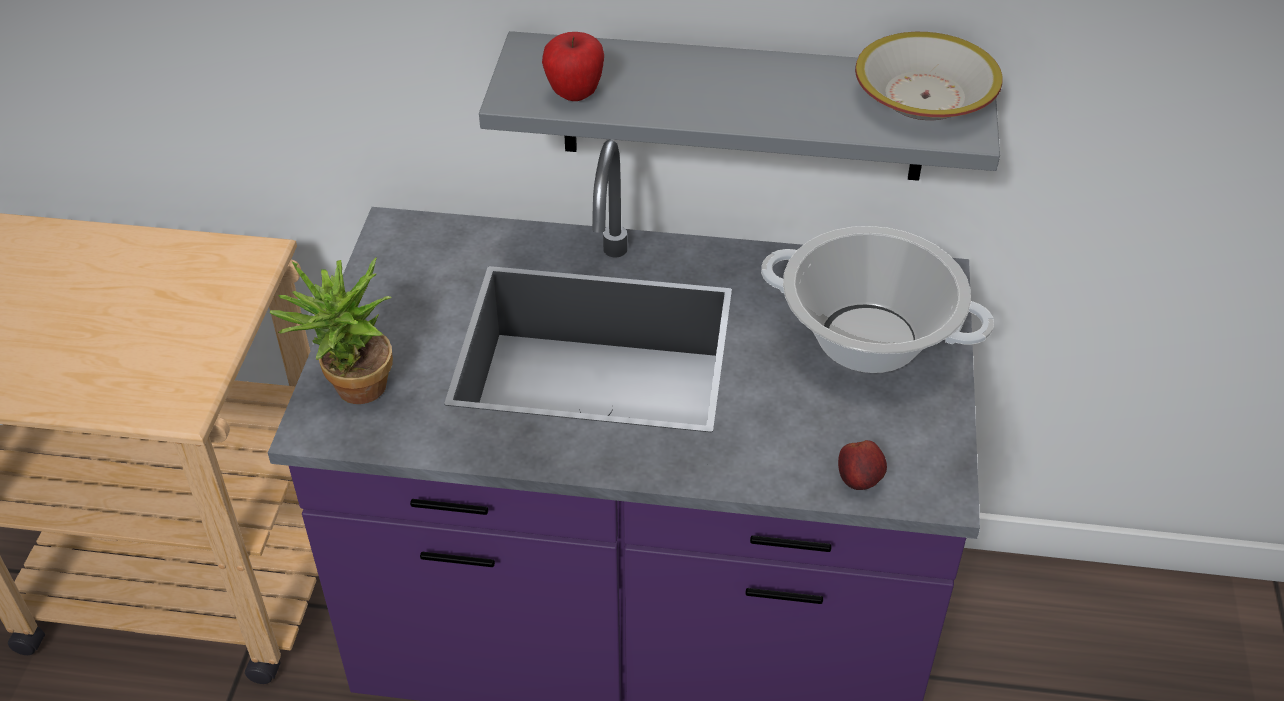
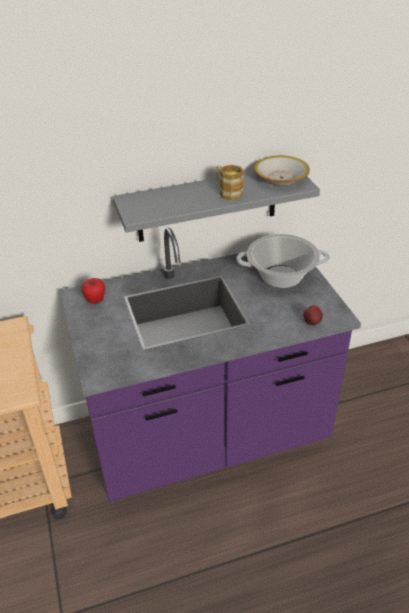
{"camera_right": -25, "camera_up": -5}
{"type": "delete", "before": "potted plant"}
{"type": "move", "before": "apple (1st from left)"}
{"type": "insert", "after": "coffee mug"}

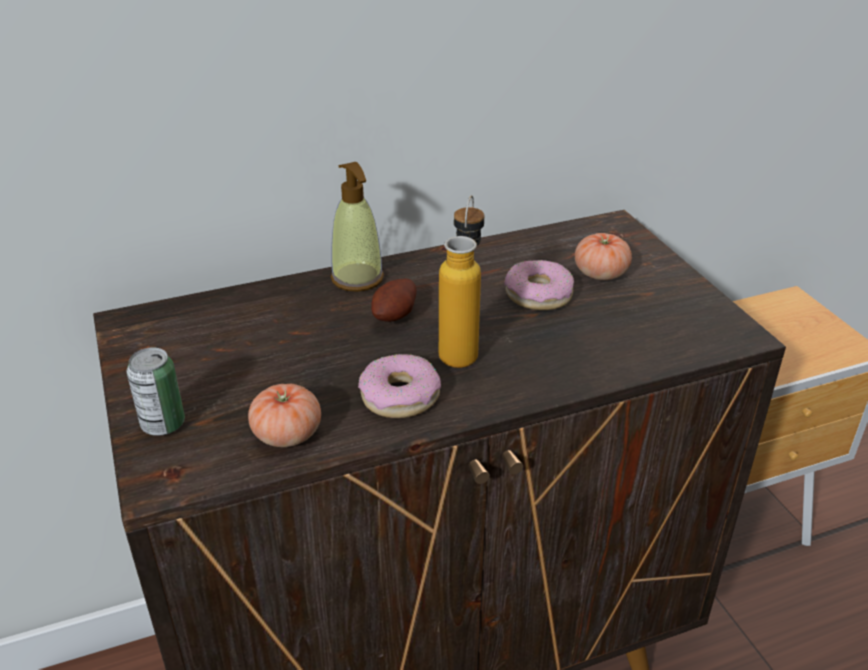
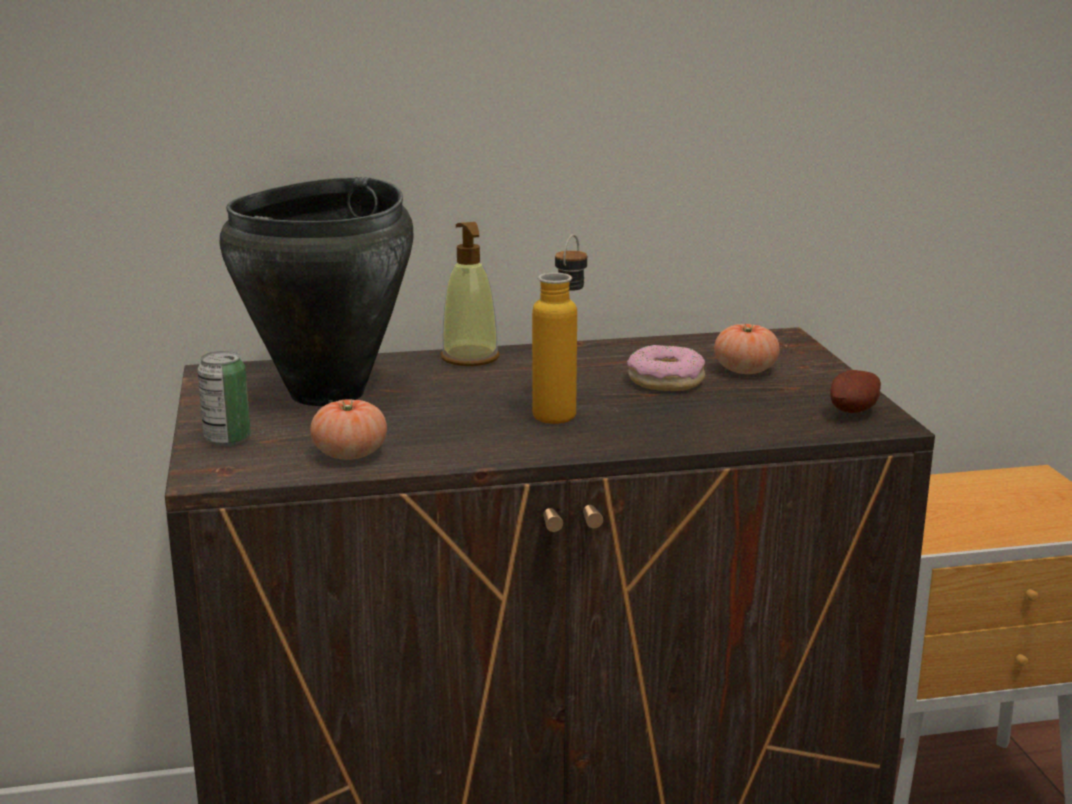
{"camera_right": 10, "camera_up": -15}
{"type": "delete", "before": "doughnut (1st from left)"}
{"type": "move", "before": "spud"}
{"type": "insert", "after": "stockpot (black)"}

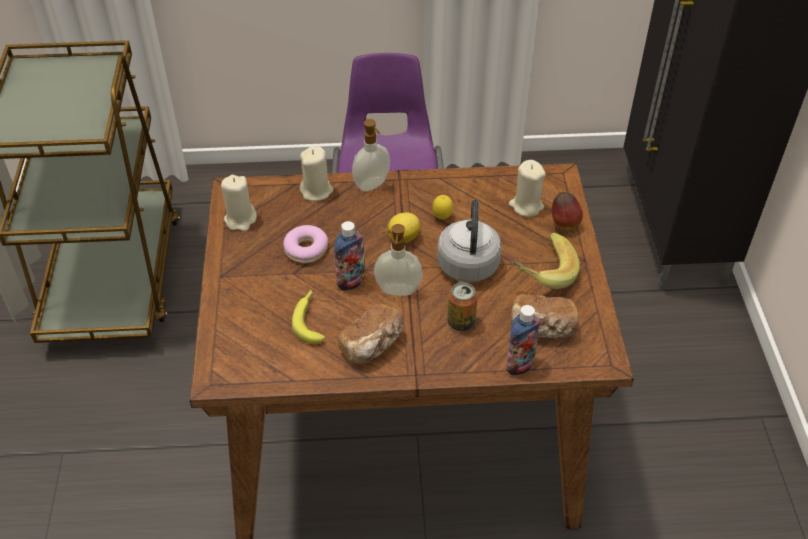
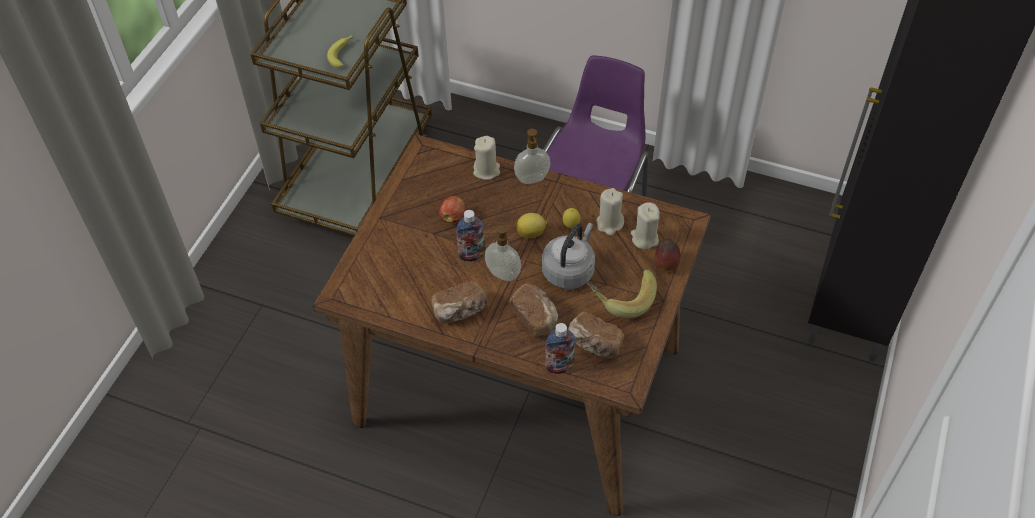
{"camera_right": 25, "camera_up": 5}
{"type": "move", "before": "wax light (beige-coloured) (1st from left in the first image)", "after": "wax light (beige-coloured) (2nd from left)"}
{"type": "replace", "before": "doughnut", "after": "apple (1st from left)"}
{"type": "move", "before": "banana fruit (1st from left)"}
{"type": "replace", "before": "can", "after": "bread (2nd from left)"}

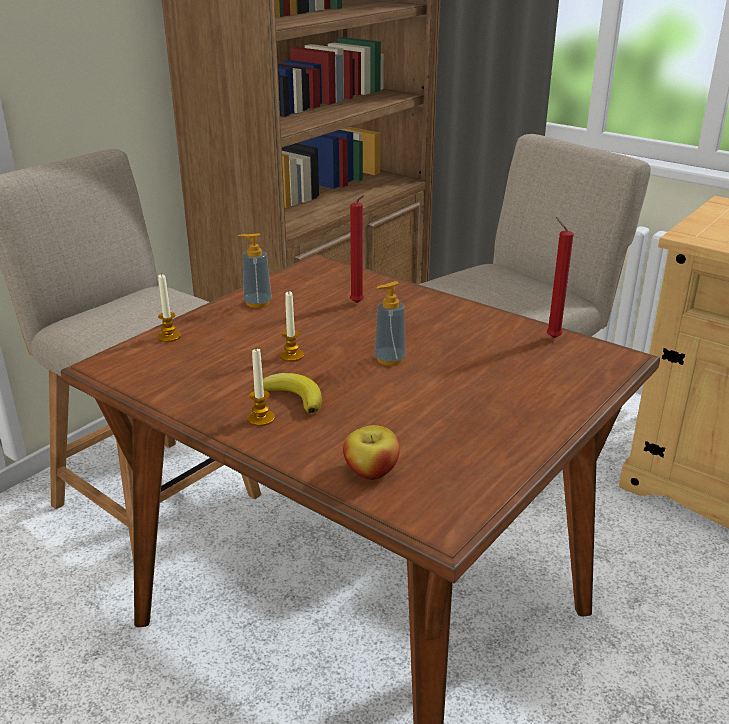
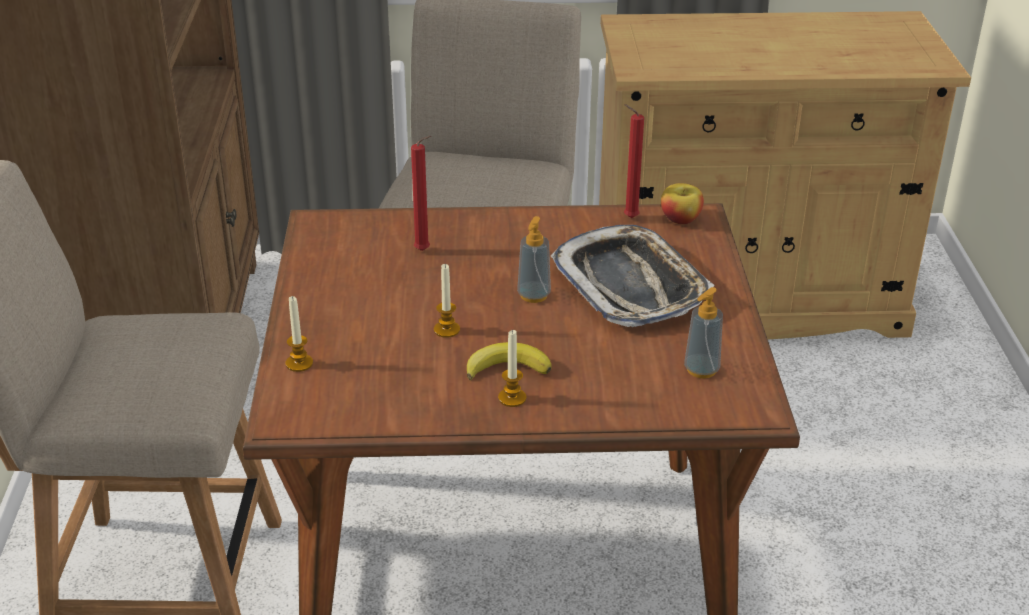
{"camera_right": -40, "camera_up": 5}
{"type": "move", "before": "liquid soap bottle (1st from left in the first image)", "after": "liquid soap bottle (2nd from left)"}
{"type": "move", "before": "apple"}
{"type": "insert", "after": "tray"}

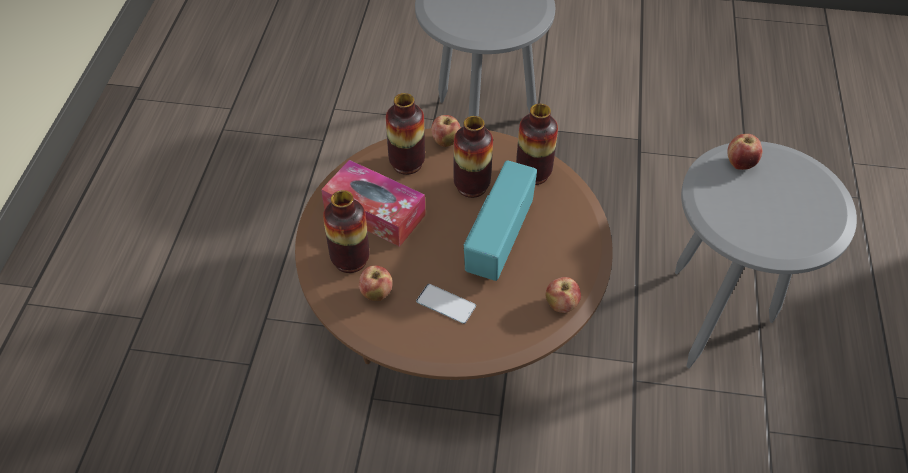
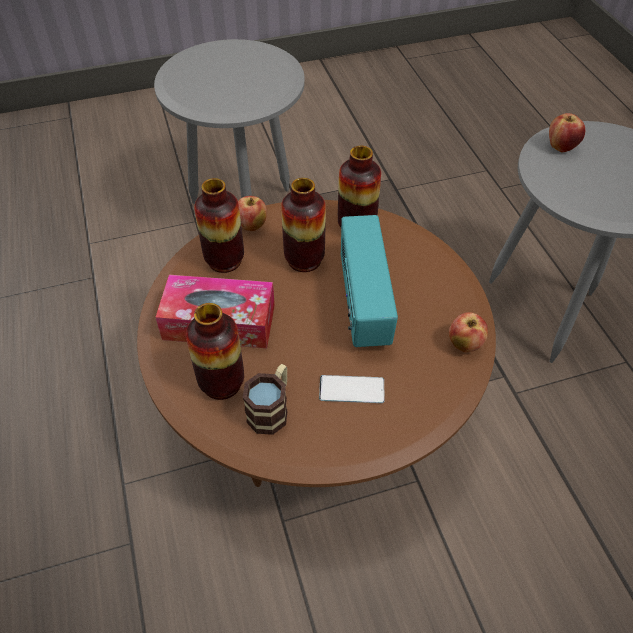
{"camera_right": -25, "camera_up": 0}
{"type": "replace", "before": "apple (1st from left)", "after": "coffee mug"}

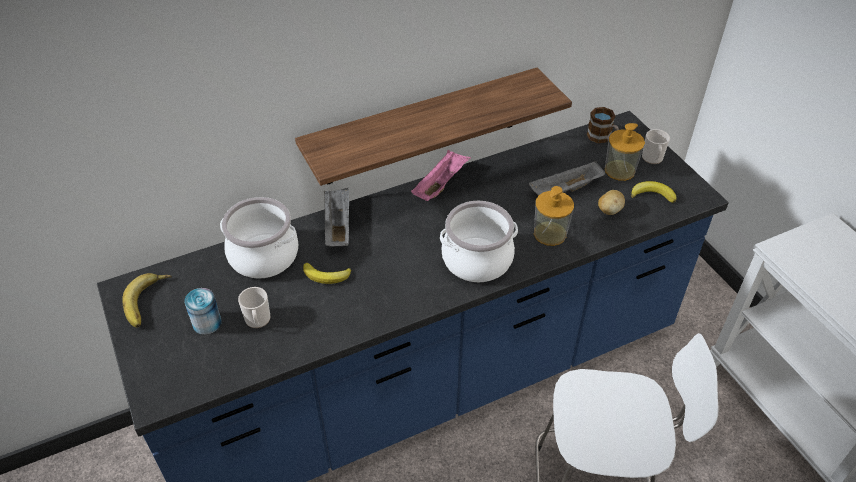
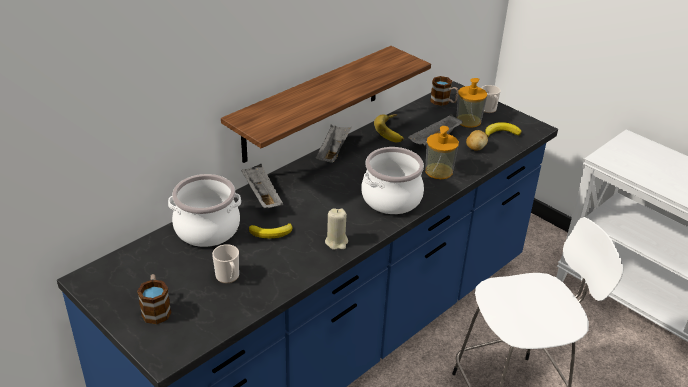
{"camera_right": -20, "camera_up": -10}
{"type": "move", "before": "banana fruit (1st from left in the first image)", "after": "banana fruit (2nd from left)"}
{"type": "delete", "before": "can"}
{"type": "recolor", "before": "tray (pink-coloured)", "after": "tray (greyish) (2nd from left)"}
{"type": "insert", "after": "coffee mug (1st from left)"}
{"type": "insert", "after": "wax light (beige-coloured)"}

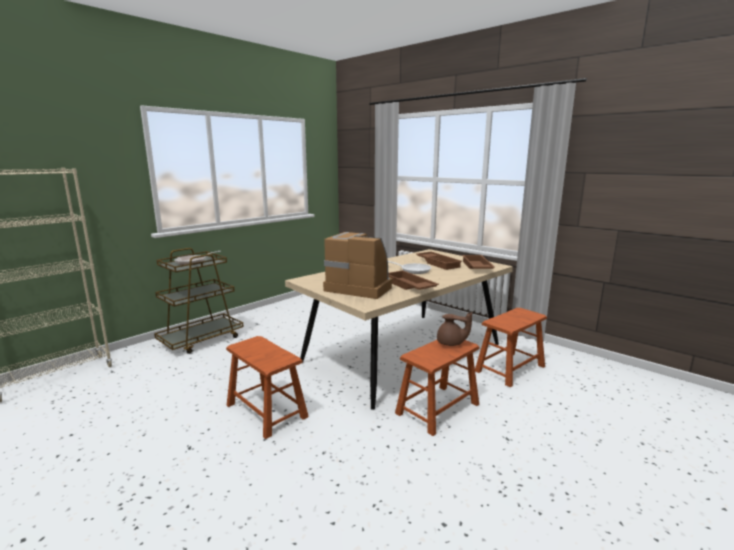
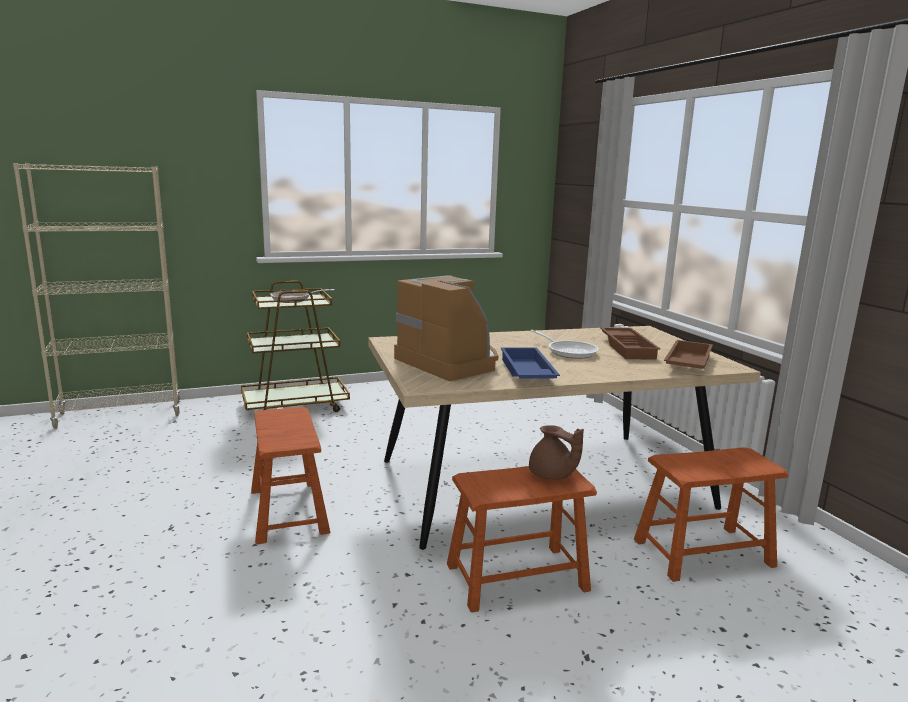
{"camera_right": 25, "camera_up": 0}
{"type": "recolor", "before": "tray (brown) (1st from left)", "after": "tray (blue)"}

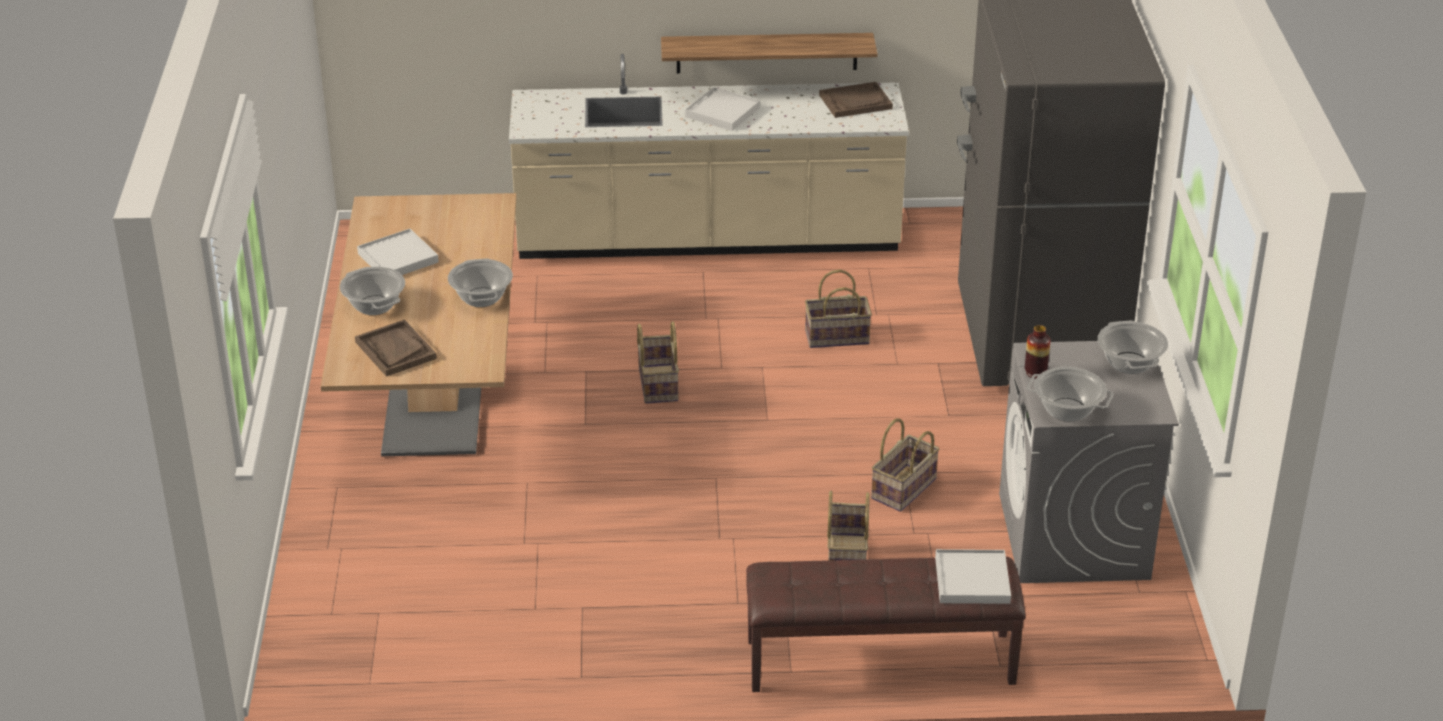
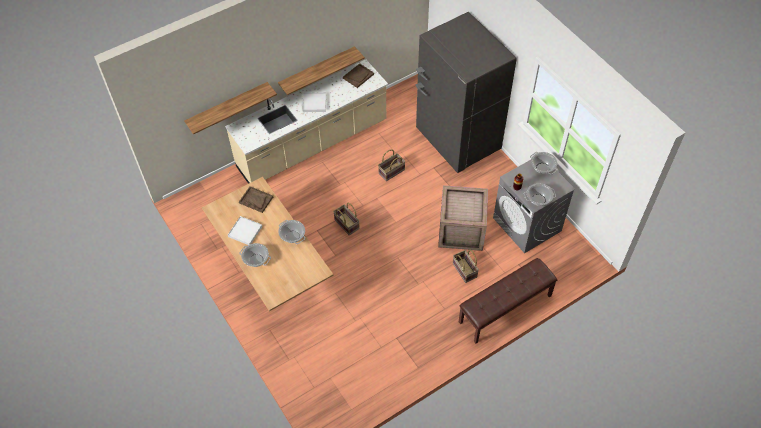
{"camera_right": -30, "camera_up": 20}
{"type": "move", "before": "tray (brown) (1st from left)"}
{"type": "replace", "before": "household basket (4th from left)", "after": "crate"}
{"type": "delete", "before": "tray (white) (3rd from left)"}
{"type": "insert", "after": "bracket shelf (1st from left)"}

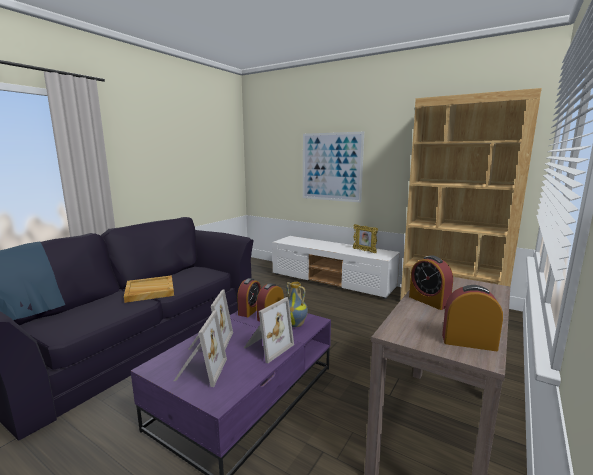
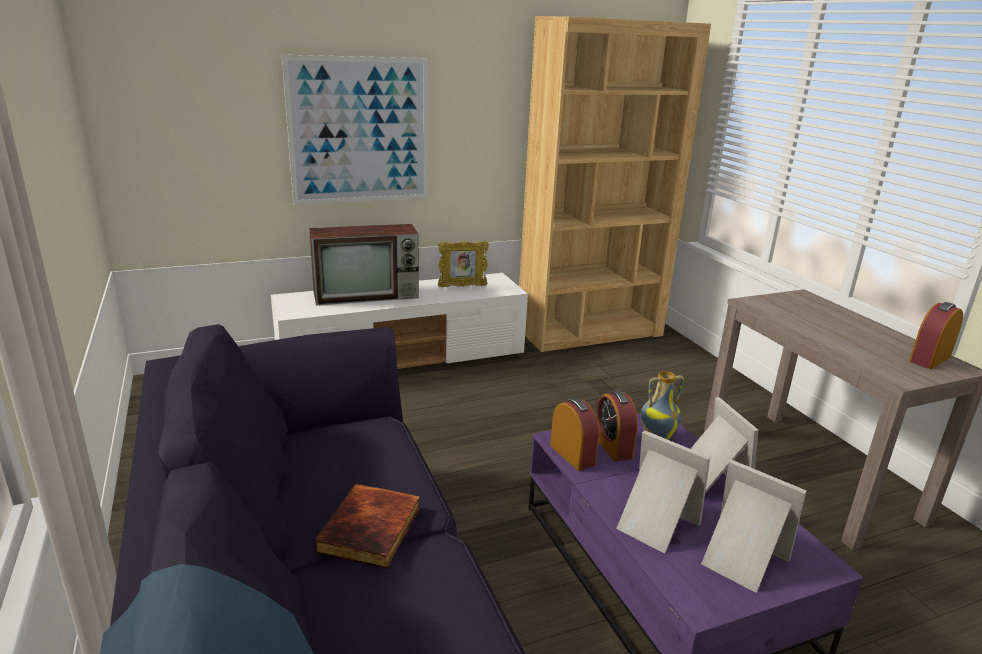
{"camera_right": -55, "camera_up": 10}
{"type": "replace", "before": "tray (beige-coloured)", "after": "volume"}
{"type": "delete", "before": "alarm clock (3rd from left)"}
{"type": "insert", "after": "TV"}

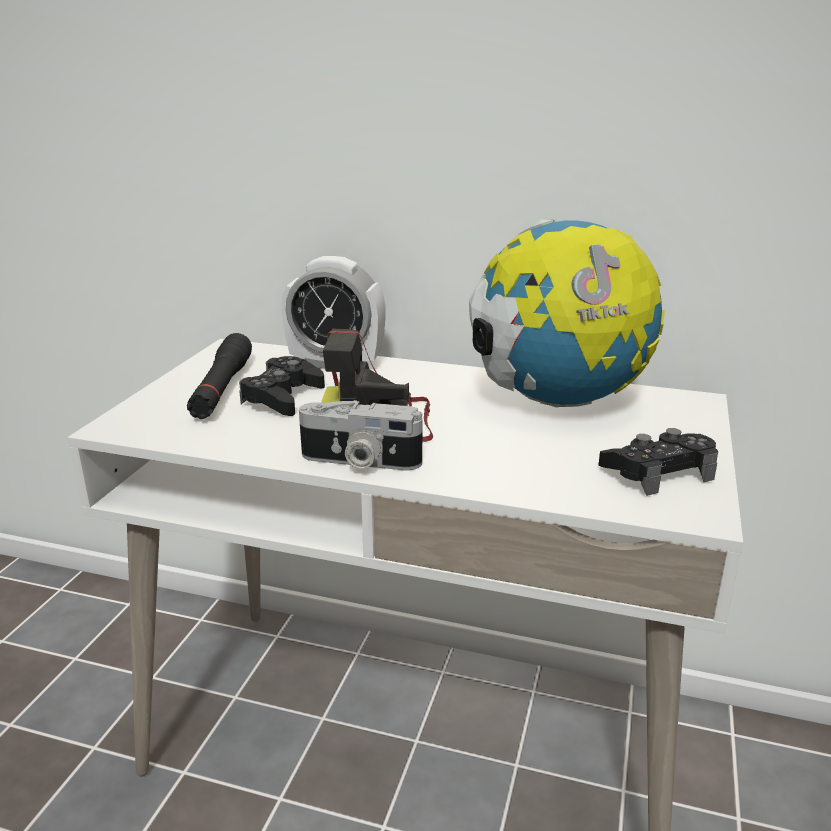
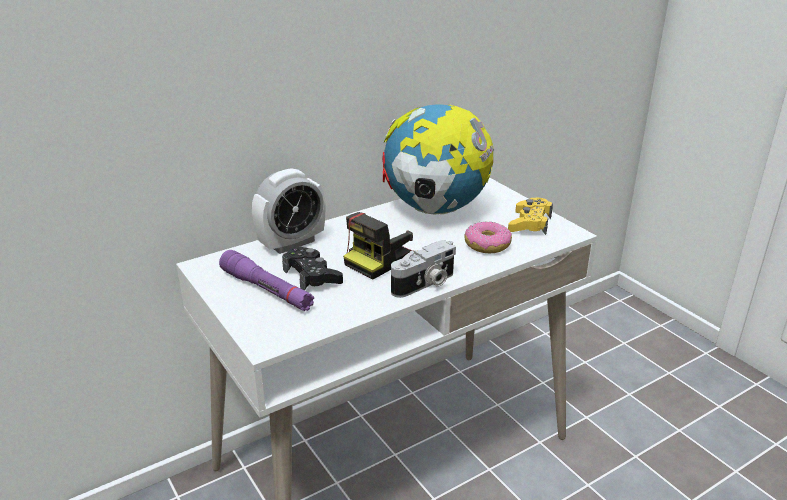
{"camera_right": -50, "camera_up": 5}
{"type": "recolor", "before": "flashlight (black)", "after": "flashlight (purplish)"}
{"type": "recolor", "before": "game controller (black) (2nd from left)", "after": "game controller (yellow)"}
{"type": "insert", "after": "doughnut"}

